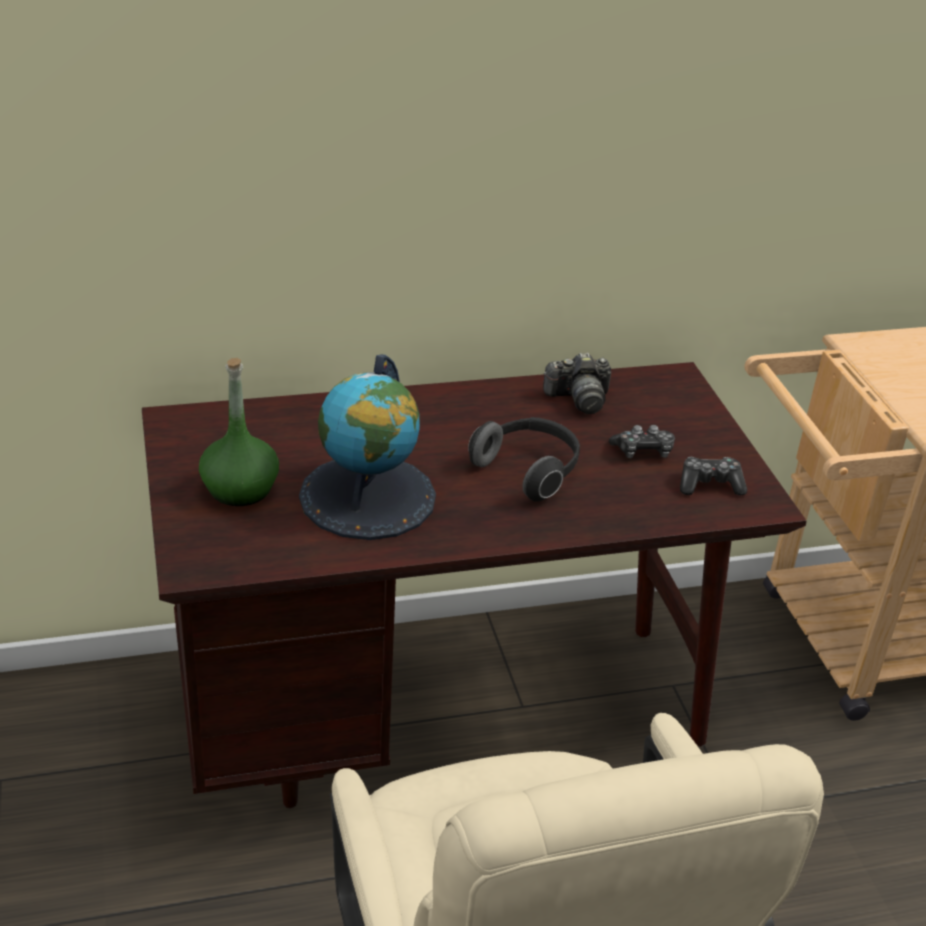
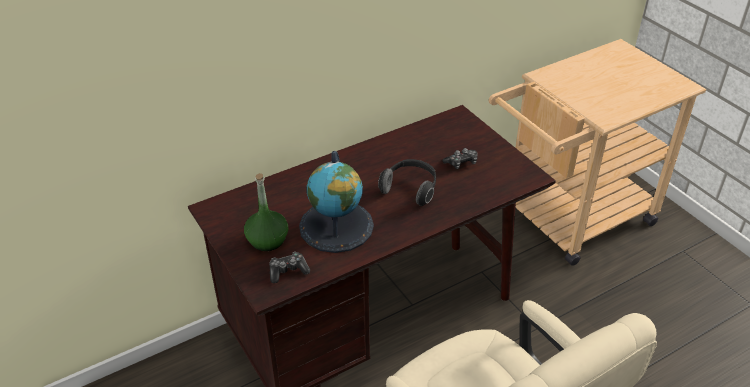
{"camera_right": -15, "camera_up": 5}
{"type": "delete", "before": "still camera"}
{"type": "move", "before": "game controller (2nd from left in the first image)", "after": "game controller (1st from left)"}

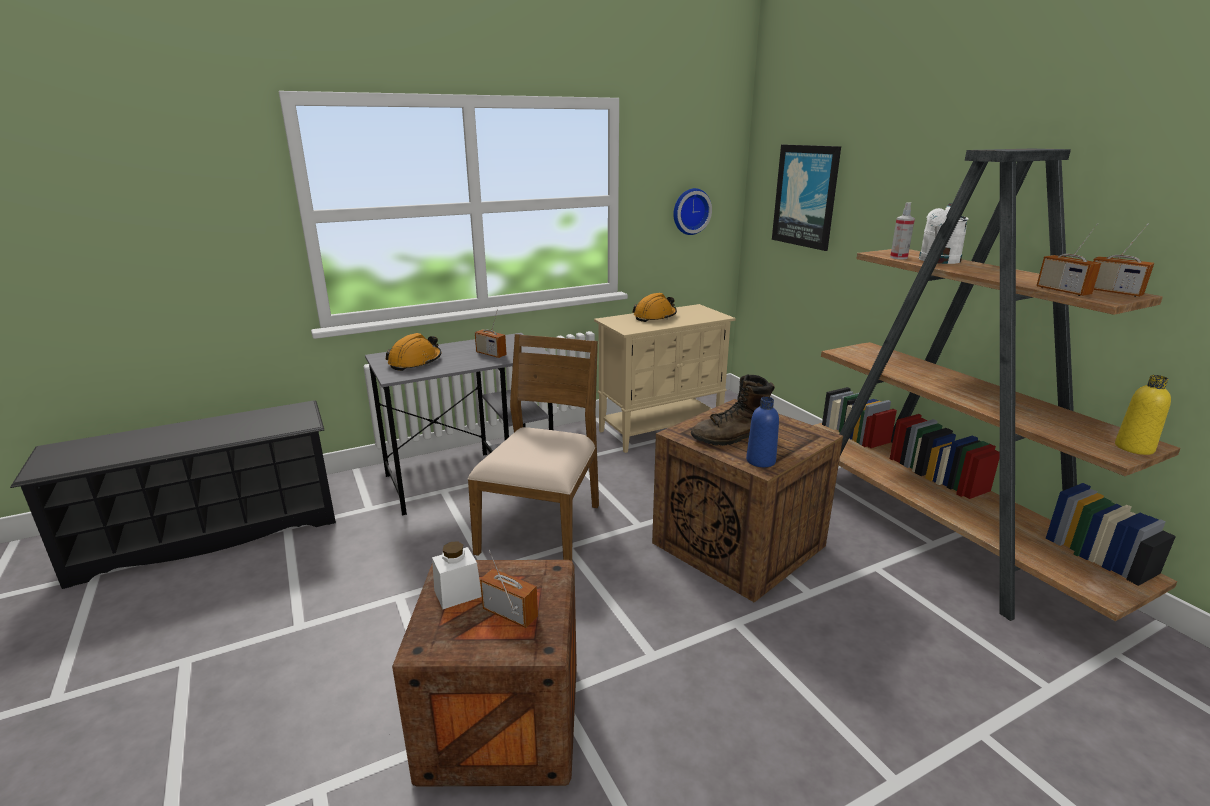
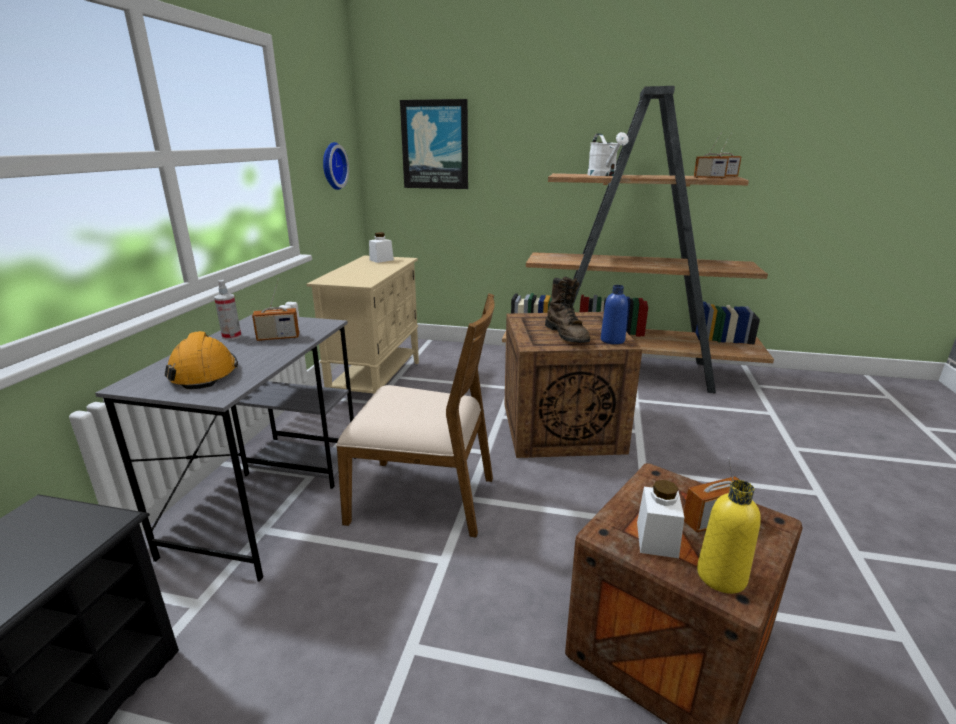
{"camera_right": -50, "camera_up": 0}
{"type": "rotate", "before": "upright chair (brown)", "turn": 135}
{"type": "delete", "before": "work helmet (orangey) (2nd from left)"}
{"type": "rotate", "before": "tall boot (brown)", "turn": -45}
{"type": "move", "before": "spray bottle"}
{"type": "move", "before": "bottle (yellow)"}
{"type": "insert", "after": "jar (white) (1st from left)"}

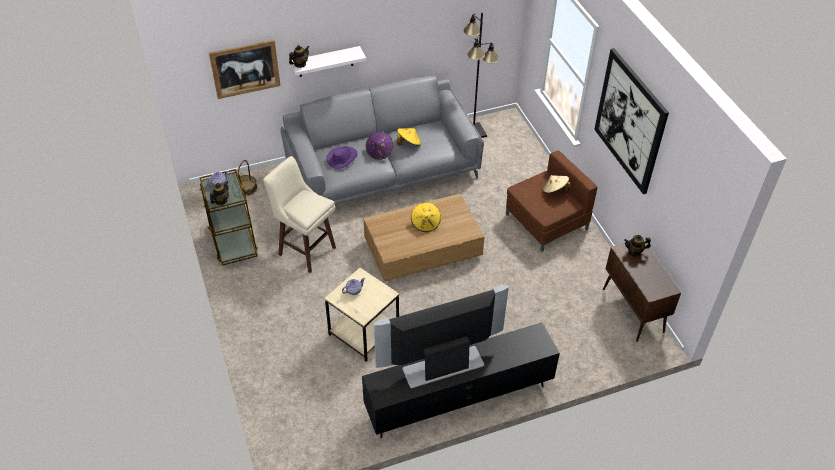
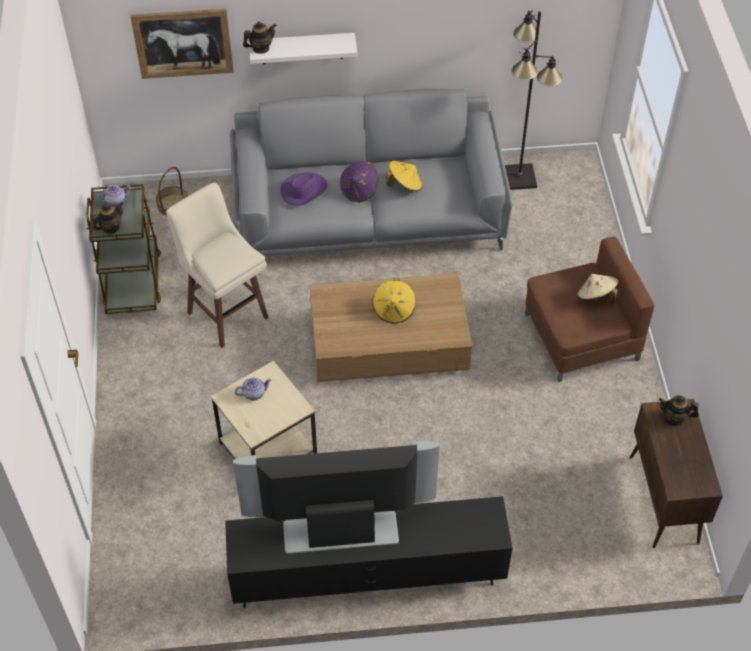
{"camera_right": 15, "camera_up": 5}
{"type": "delete", "before": "wall art (2nd from left)"}

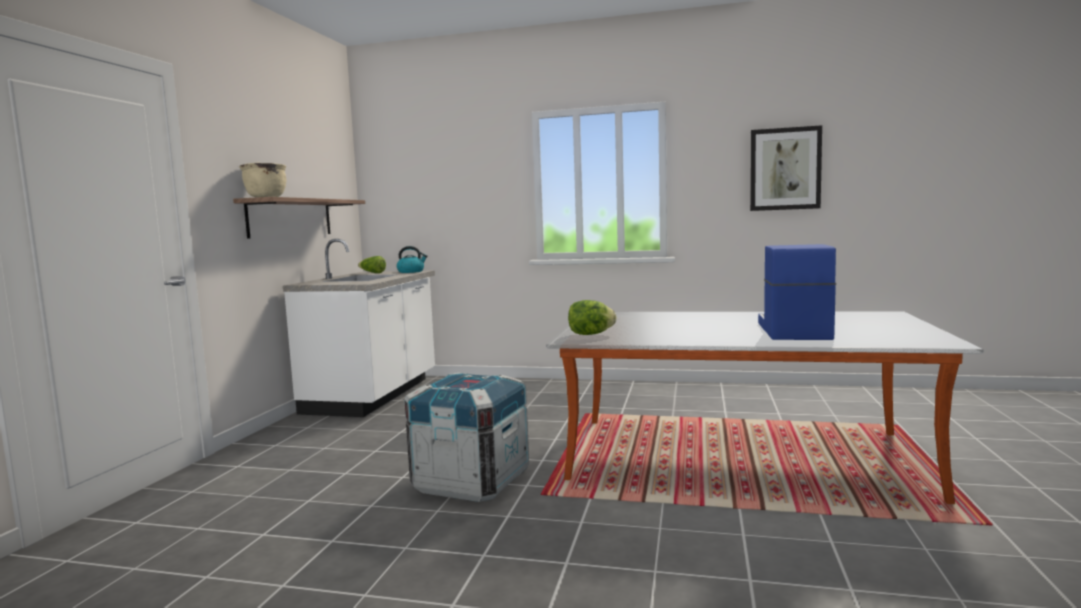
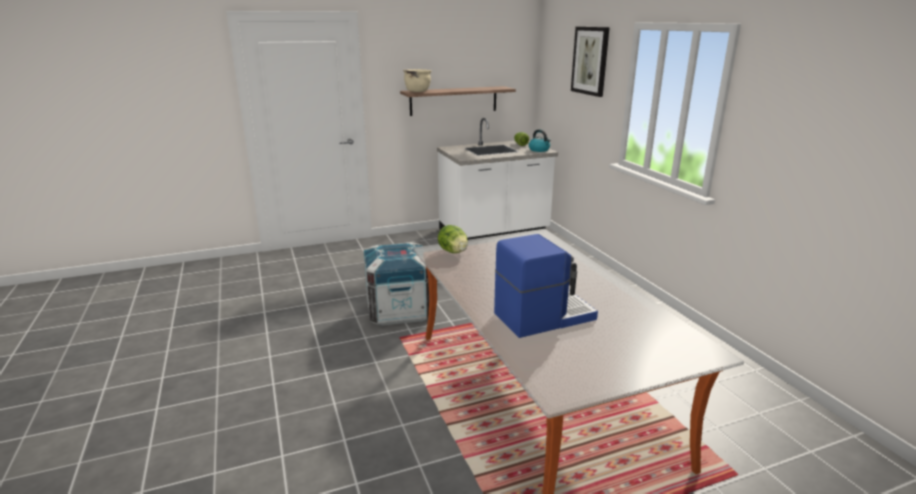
{"camera_right": 55, "camera_up": 15}
{"type": "move", "before": "wall art"}

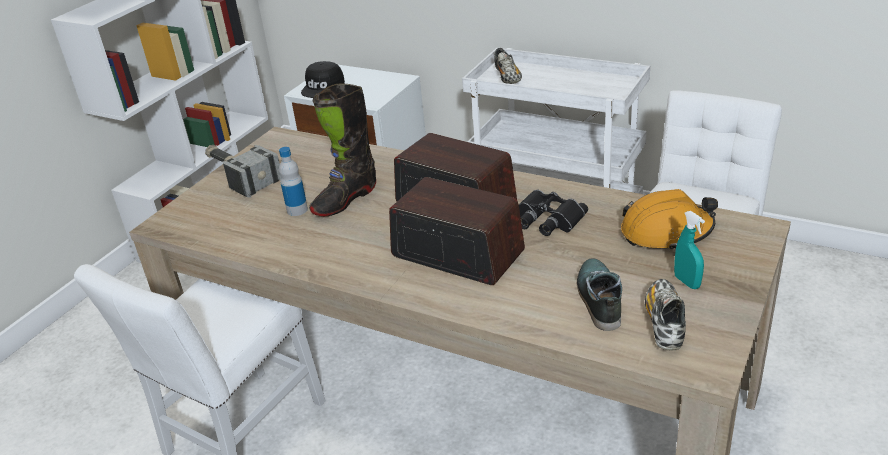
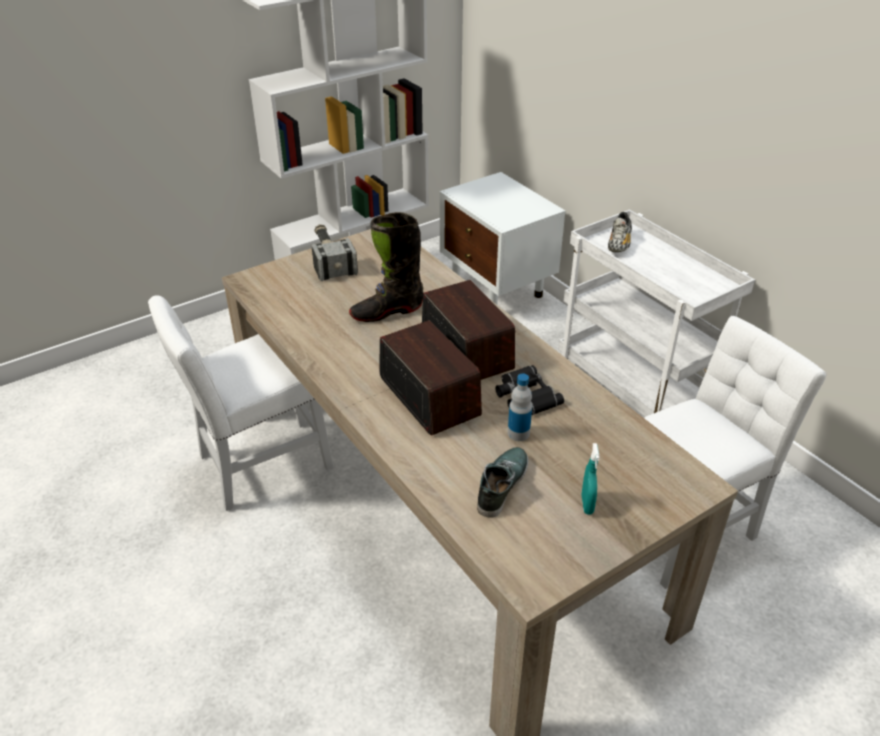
{"camera_right": 25, "camera_up": 5}
{"type": "move", "before": "bottle"}
{"type": "delete", "before": "baseball cap (black)"}
{"type": "delete", "before": "work helmet (orangey)"}
{"type": "delete", "before": "item of footwear (3rd from left)"}

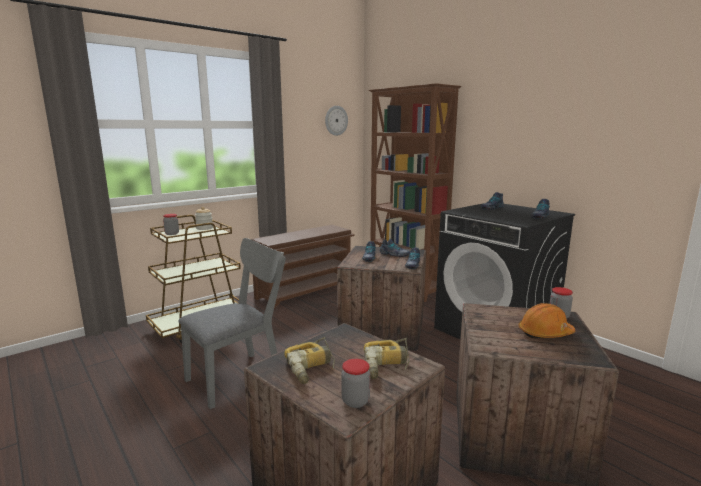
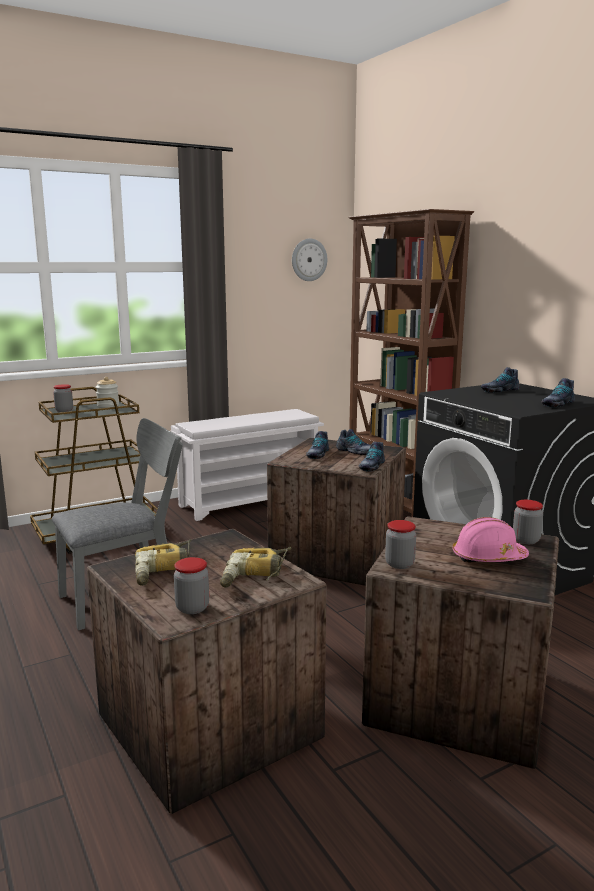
{"camera_right": 10, "camera_up": 0}
{"type": "recolor", "before": "shoe shelf (brown)", "after": "shoe shelf (white)"}
{"type": "recolor", "before": "work helmet (orangey)", "after": "work helmet (pink-coloured)"}
{"type": "insert", "after": "jar (4th from left)"}

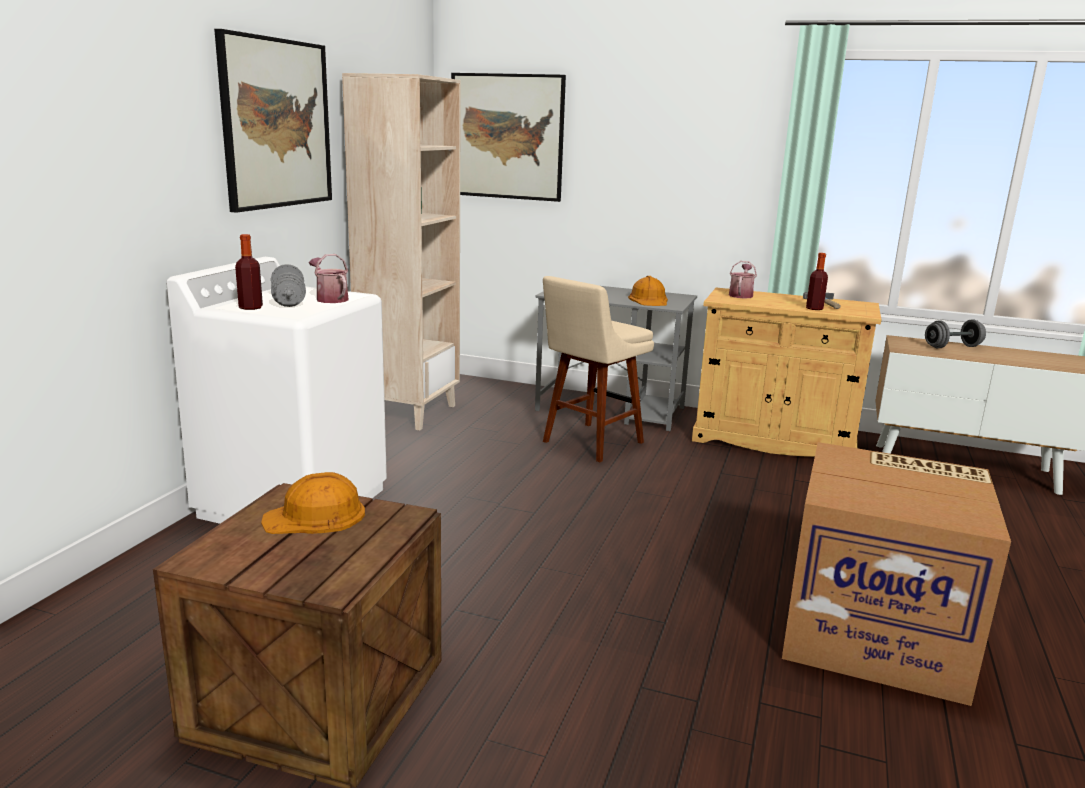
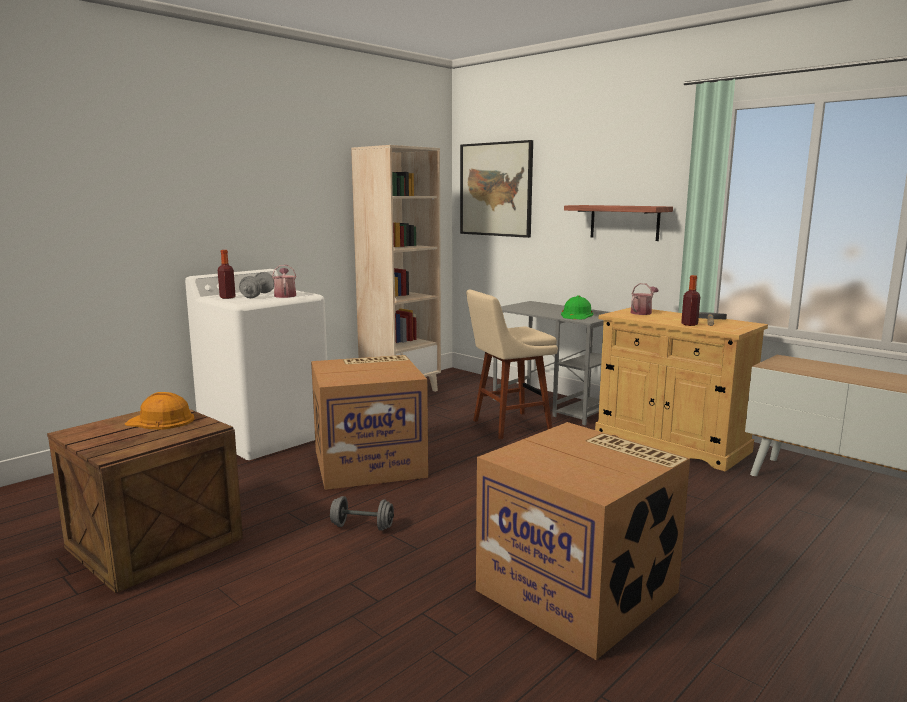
{"camera_right": 25, "camera_up": -5}
{"type": "delete", "before": "wall art (1st from left)"}
{"type": "recolor", "before": "work helmet (orangey) (2nd from left)", "after": "work helmet (green-coloured)"}
{"type": "move", "before": "free weight (greyish) (2nd from left)"}
{"type": "insert", "after": "packing box (1st from left)"}
{"type": "insert", "after": "bracket shelf"}

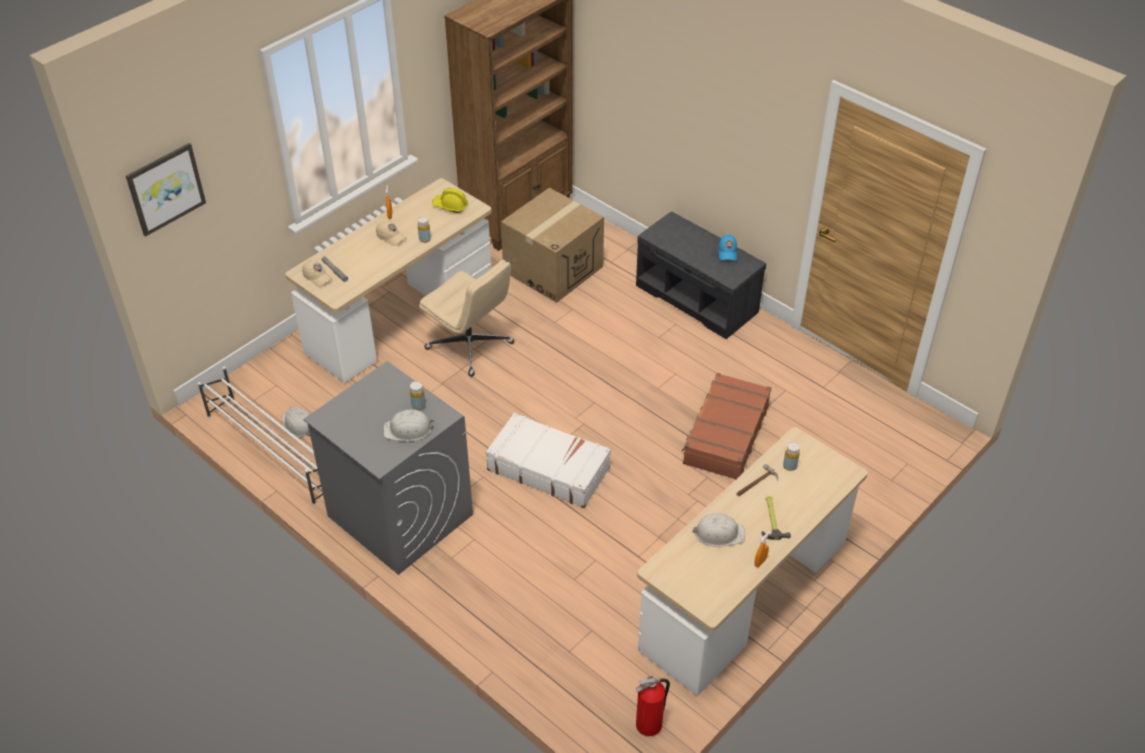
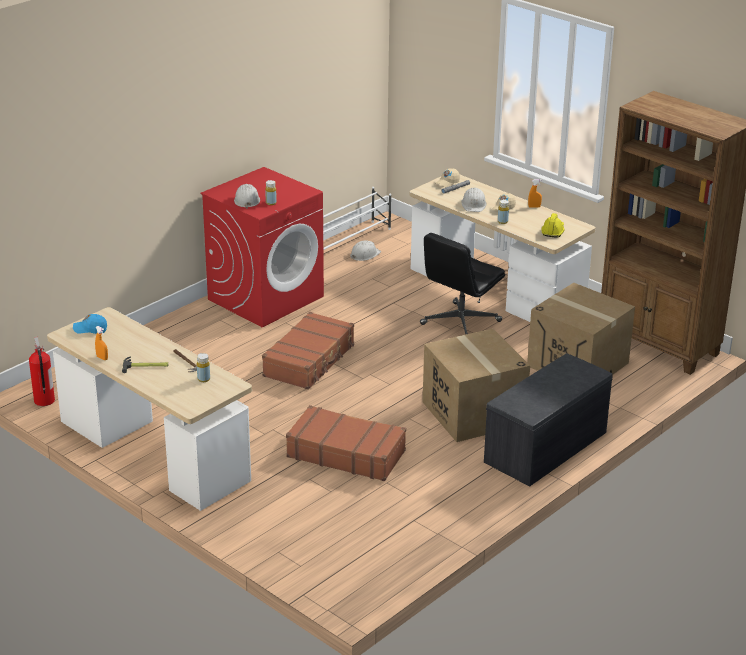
{"camera_right": 90, "camera_up": -15}
{"type": "delete", "before": "wall art"}
{"type": "recolor", "before": "laundry machine (greyish)", "after": "laundry machine (reddish)"}
{"type": "recolor", "before": "office chair (beige-coloured)", "after": "office chair (black)"}
{"type": "recolor", "before": "suitcase (white)", "after": "suitcase (brown) (1st from left)"}
{"type": "move", "before": "work helmet (white) (3rd from left)"}
{"type": "move", "before": "baseball cap (blue)"}
{"type": "insert", "after": "packing box (1st from left)"}

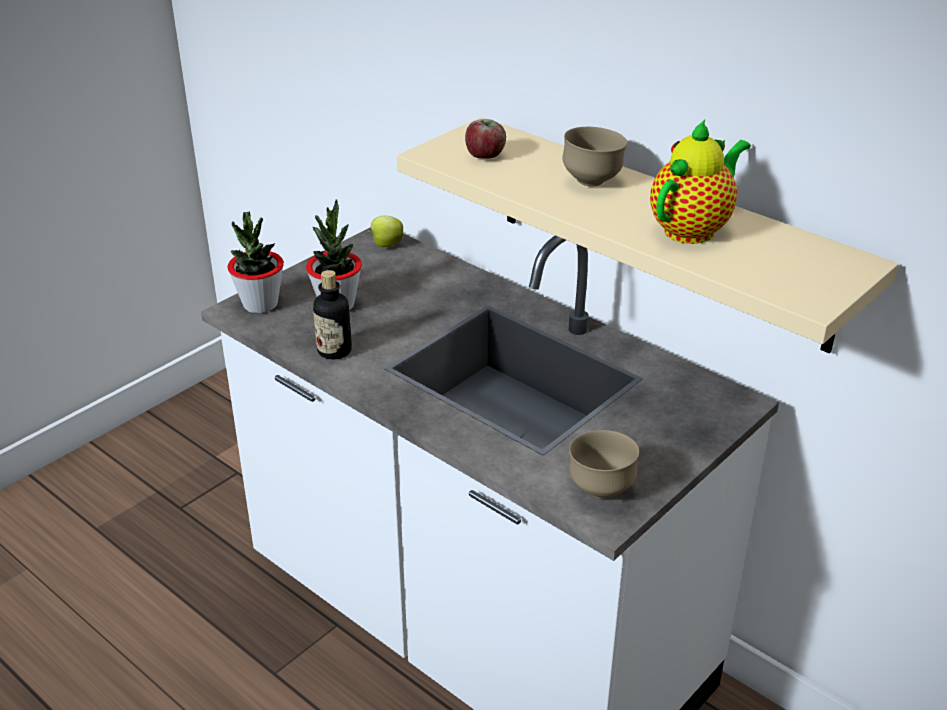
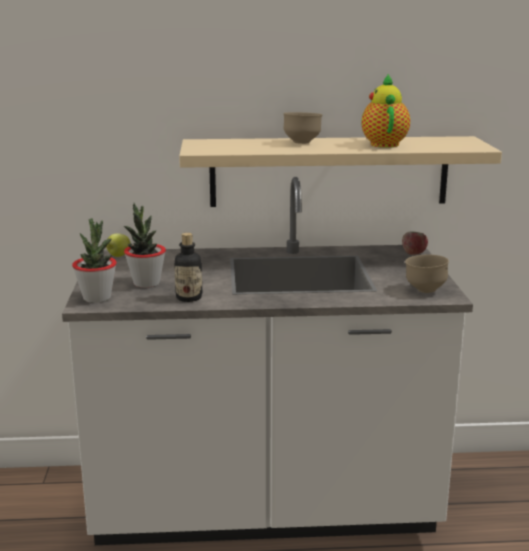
{"camera_right": -45, "camera_up": -15}
{"type": "move", "before": "apple (2nd from left)"}

